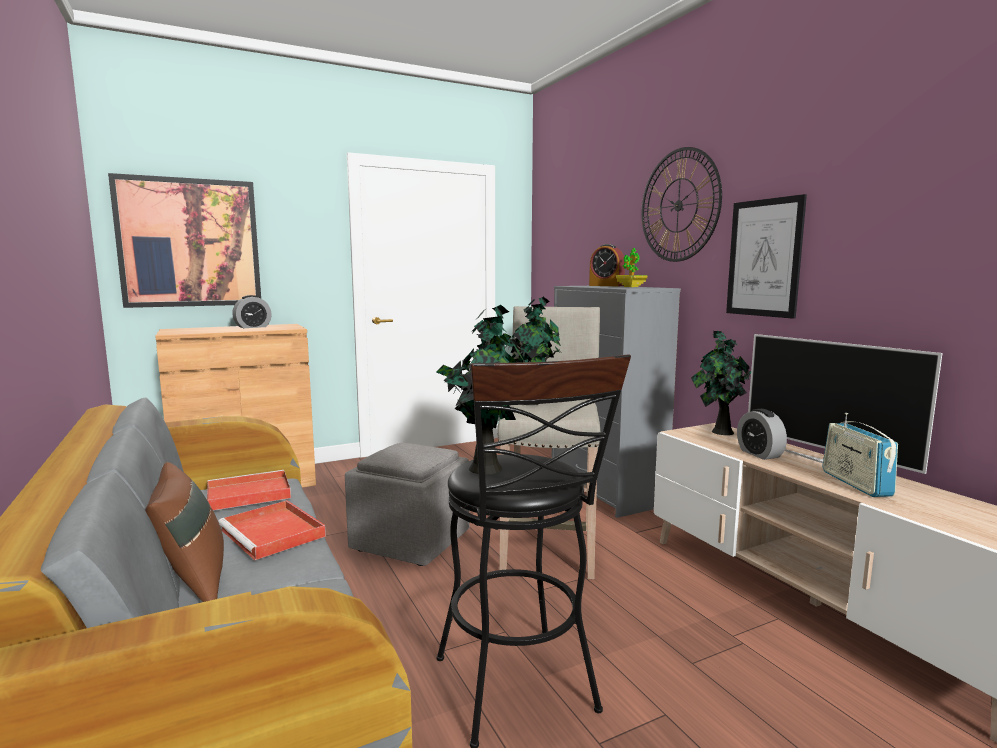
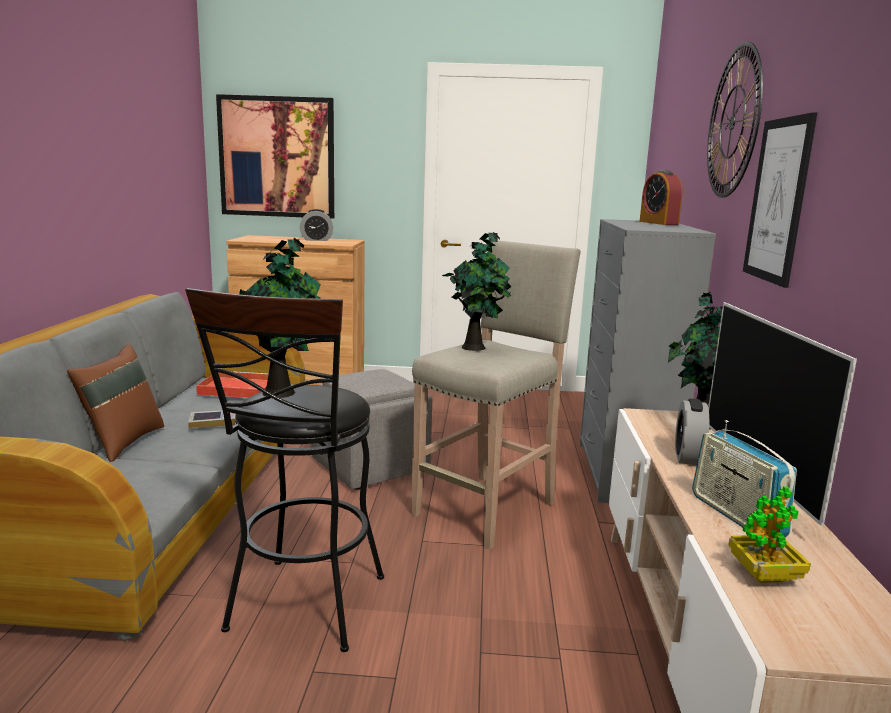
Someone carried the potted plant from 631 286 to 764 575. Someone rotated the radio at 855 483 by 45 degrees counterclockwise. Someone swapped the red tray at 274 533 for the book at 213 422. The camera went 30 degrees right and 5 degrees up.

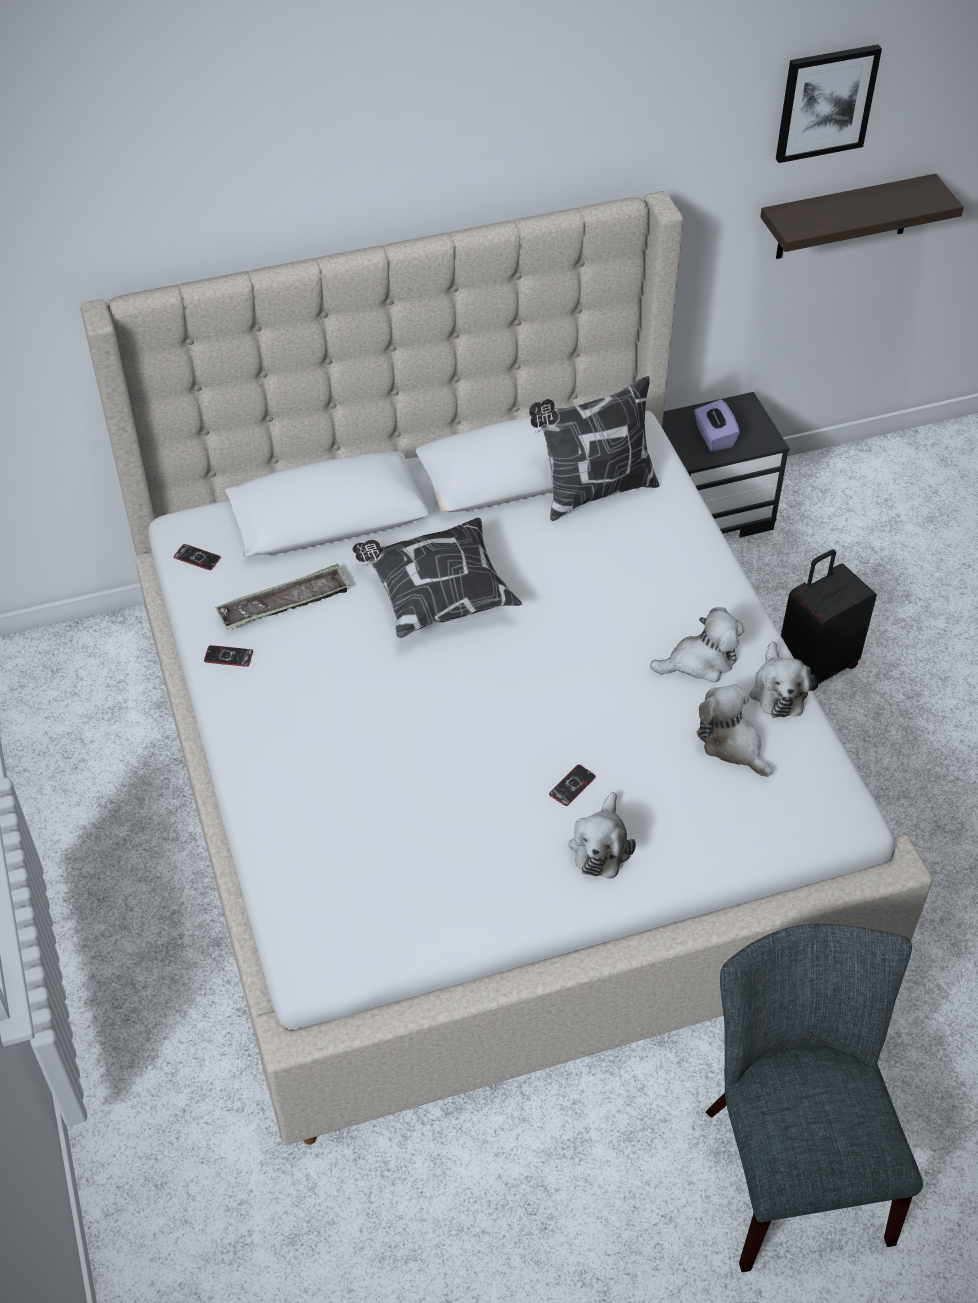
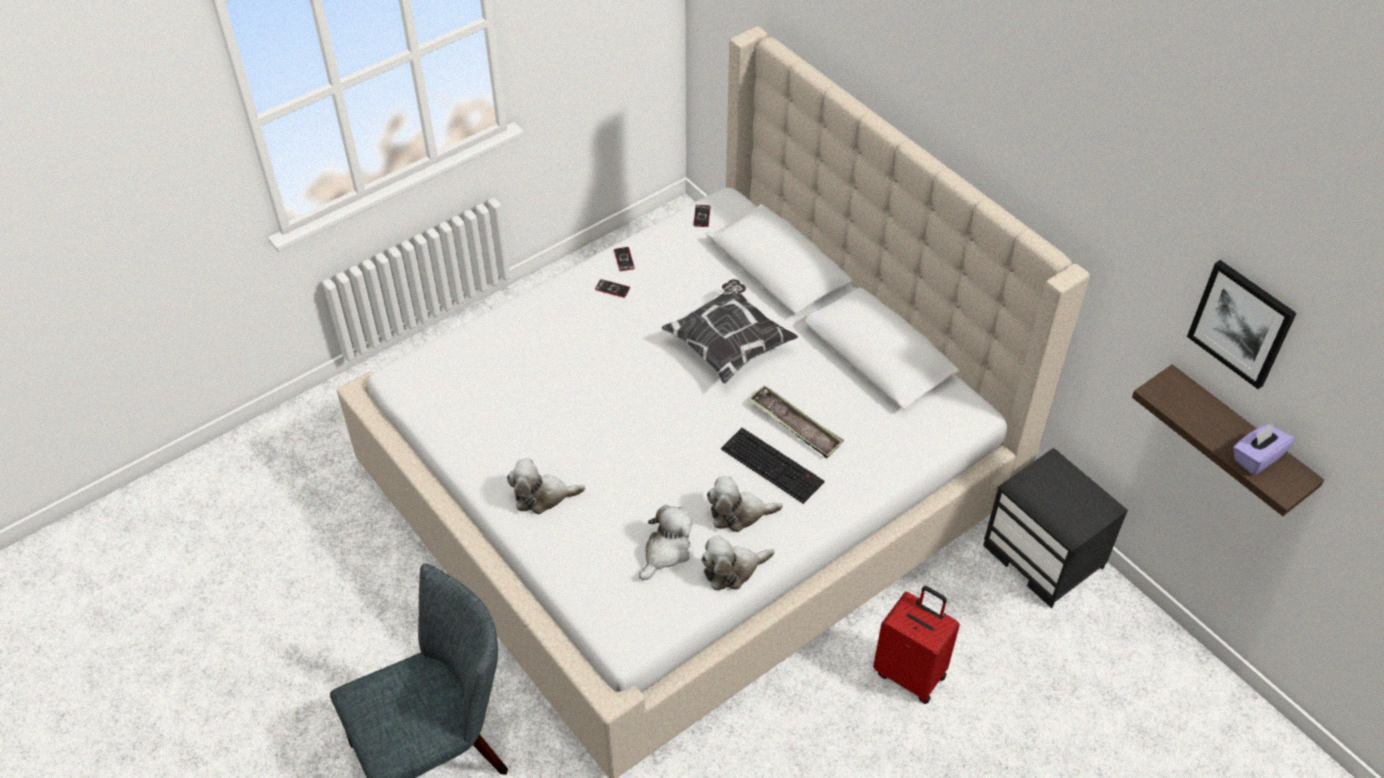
Someone took away the pillow at 593 491. Someone carried the purple tissue box from 714 437 to 1256 458. Someone repainted the black suitcase at 815 665, which became the red suitcase at 911 673. Someone carried the tray from 284 604 to 795 425. Someone rotated the plush toy at 700 661 by 120 degrees clockwise. Someone carried the phone from 572 786 to 612 289. Someone put down the keyboard at 774 465. The camera went 70 degrees right and 0 degrees up.

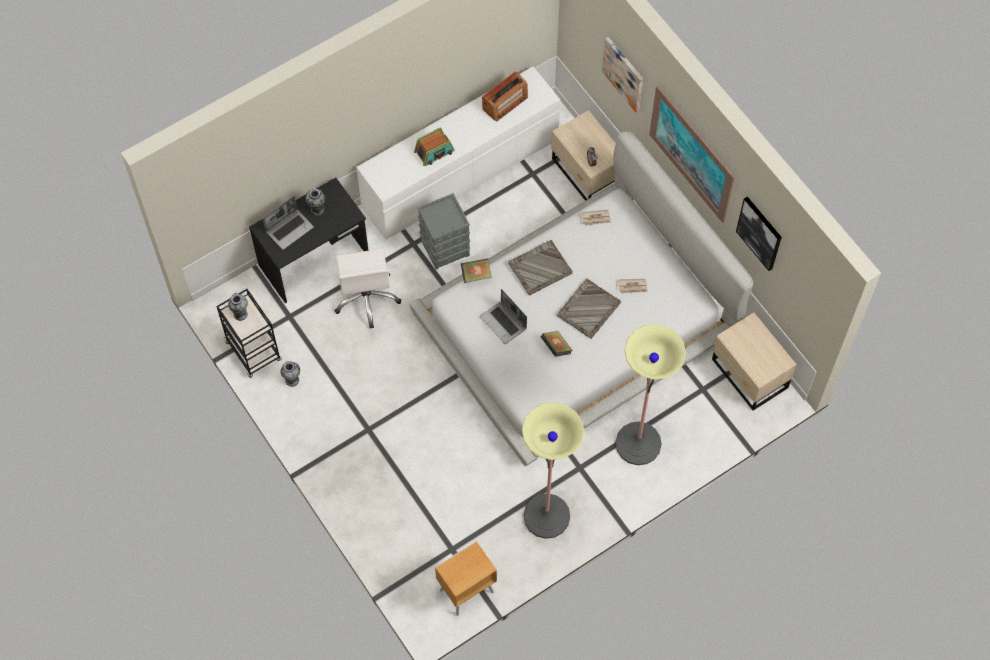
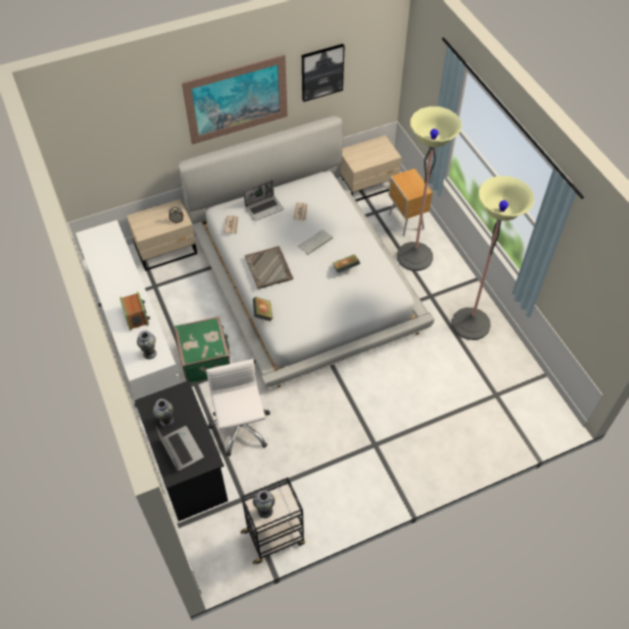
Someone took away the picture at 624 73. Someone took away the radio at 505 103. Someone swapped the grey storage box at 445 247 for the green suitcase at 206 359. Someone rotated the white office chair at 367 298 by 105 degrees counterclockwise. Someone swapped the grey tray at 588 309 for the keyboard at 315 242. Someone carried the laptop from 504 323 to 264 208. Someone carried the vase from 292 380 to 149 353. Someone carried the brown nightstand from 465 591 to 406 222. The camera went 80 degrees left and 10 degrees down.

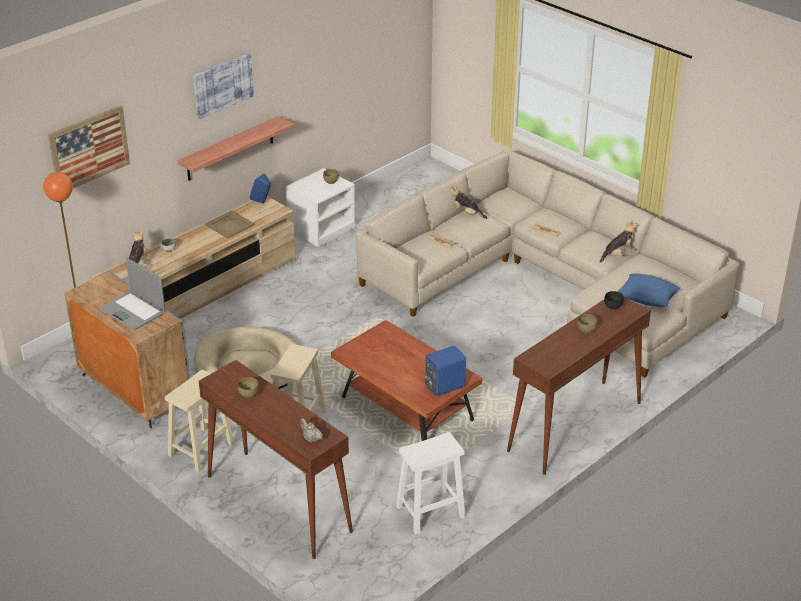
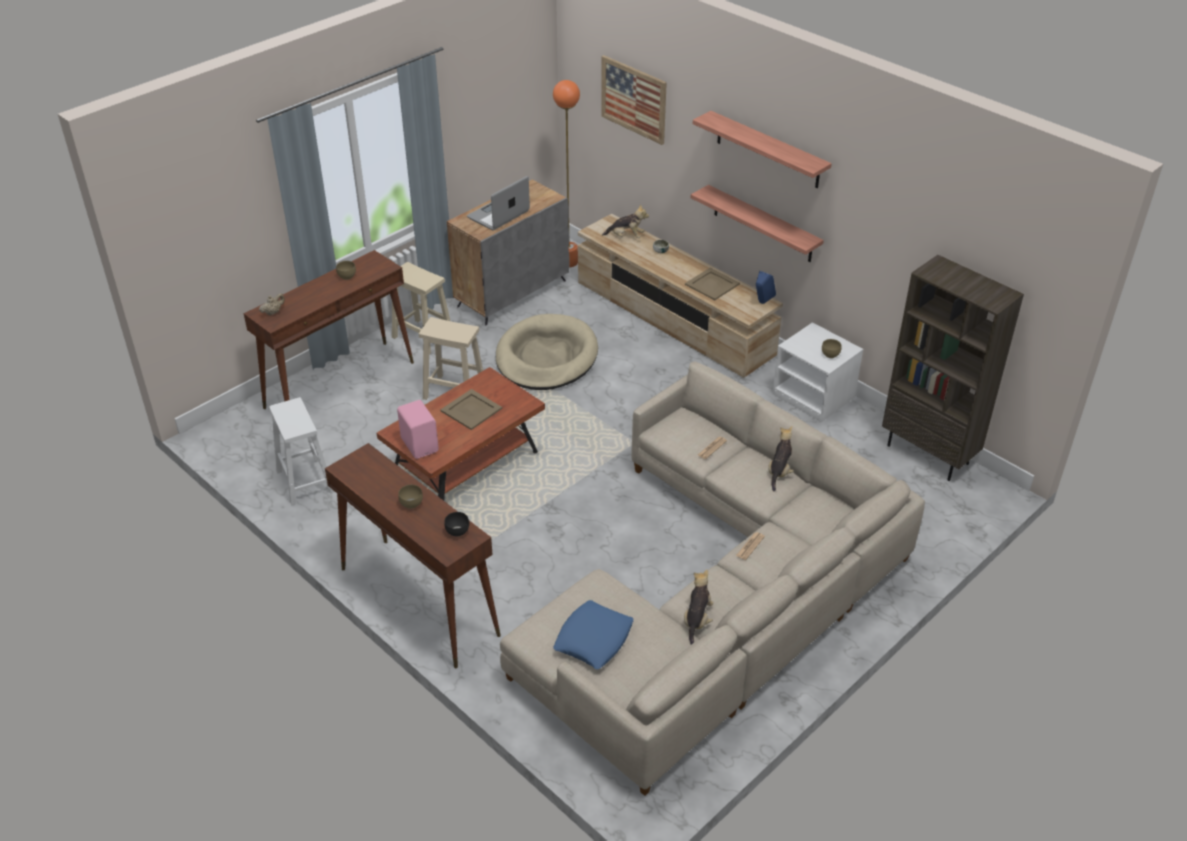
Someone swapped the picture at 223 85 for the shelf at 768 150. Someone rotated the plush toy at 618 255 by 135 degrees counterclockwise. Someone repainted the blue speaker at 443 385, which became the pink speaker at 420 444. Someone put down the brown bookcase at 928 454. Someone put down the beige tray at 472 410. The camera went 90 degrees right and 5 degrees up.

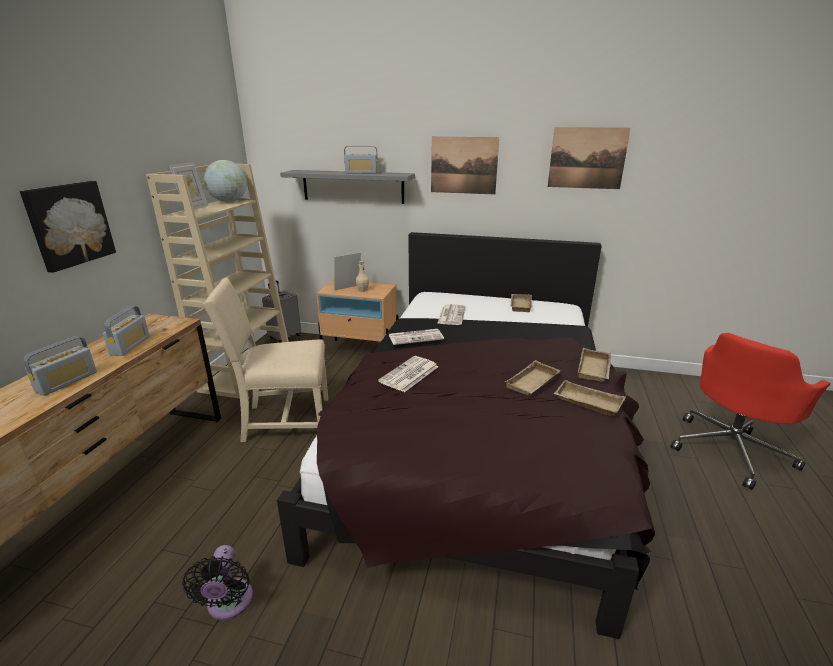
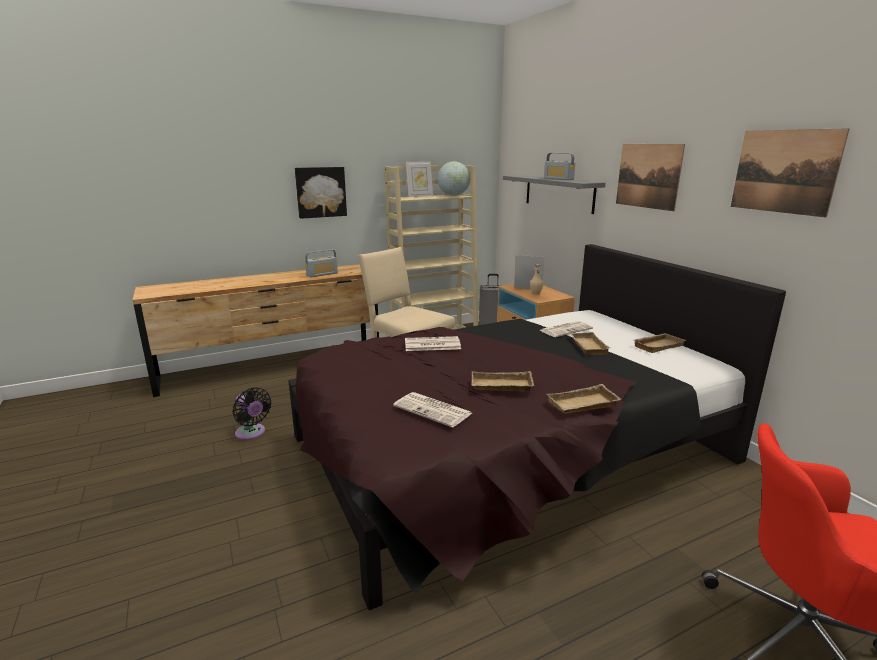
Someone carried the newspaper from 416 337 to 434 410. Someone took away the radio at 67 382. Someone carried the beige tray from 586 402 to 586 346. Someone rotated the black fan at 229 604 by 90 degrees counterclockwise. The camera went 50 degrees right and 5 degrees down.

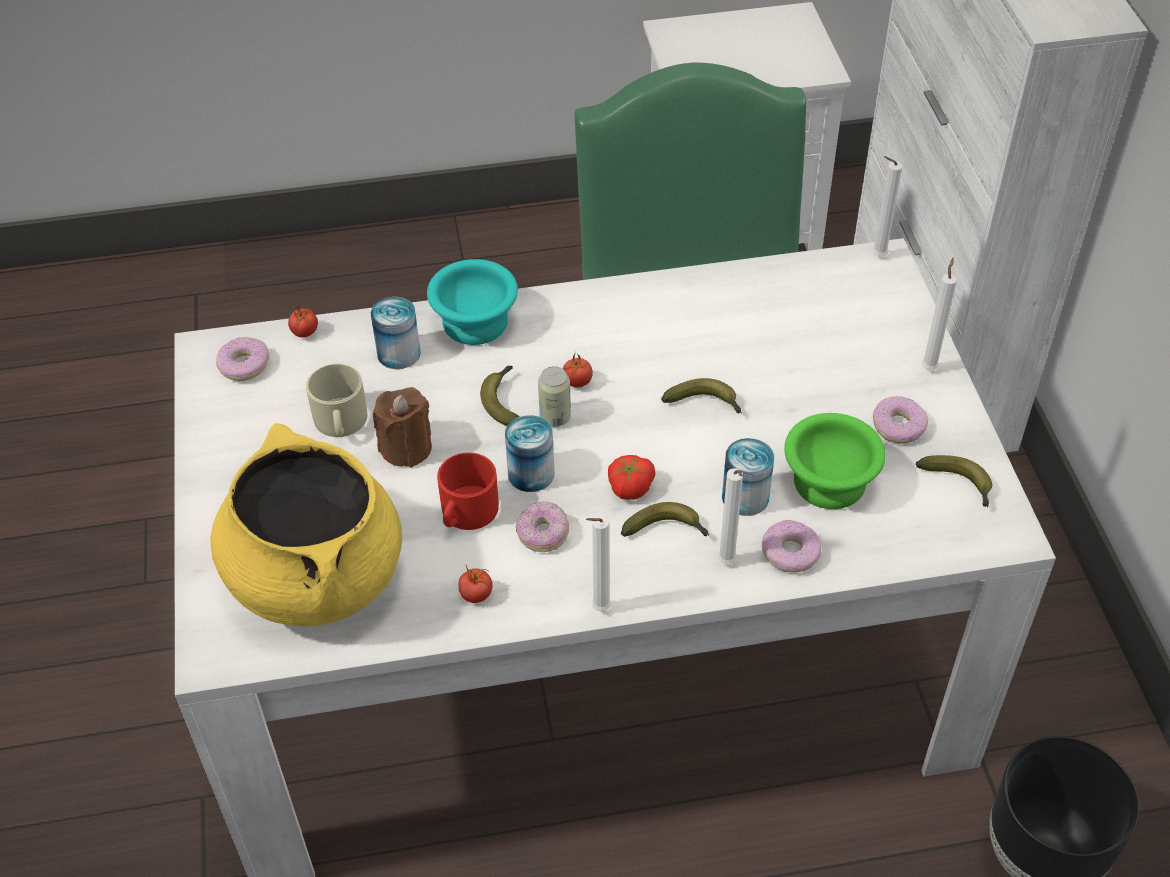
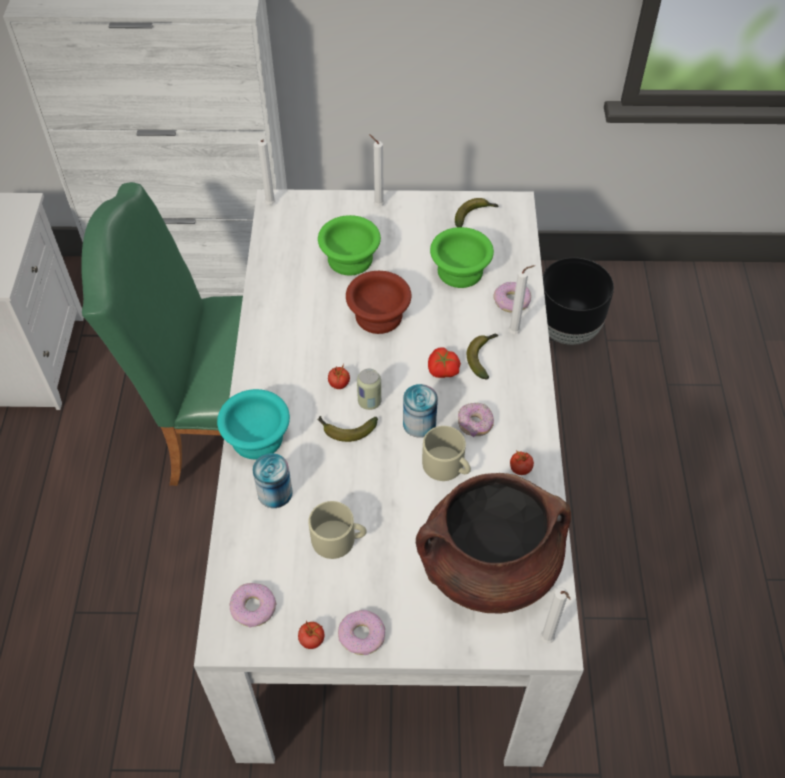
Someone carried the tomato from 305 333 to 312 640. Someone swapped the banana at 705 404 for the brown bowl at 379 318. Someone took away the brown candle at 406 448. Someone carried the donut from 898 426 to 361 635. Someone repainted the yellow cooking pot at 315 576, which became the brown cooking pot at 488 567. Someone took away the can at 745 497. Someone repainted the red mug at 466 513, which became the beige mug at 447 466. Someone carried the white candle from 598 609 to 547 641. Someone put down the green bowl at 349 258. The camera went 80 degrees left and 5 degrees up.

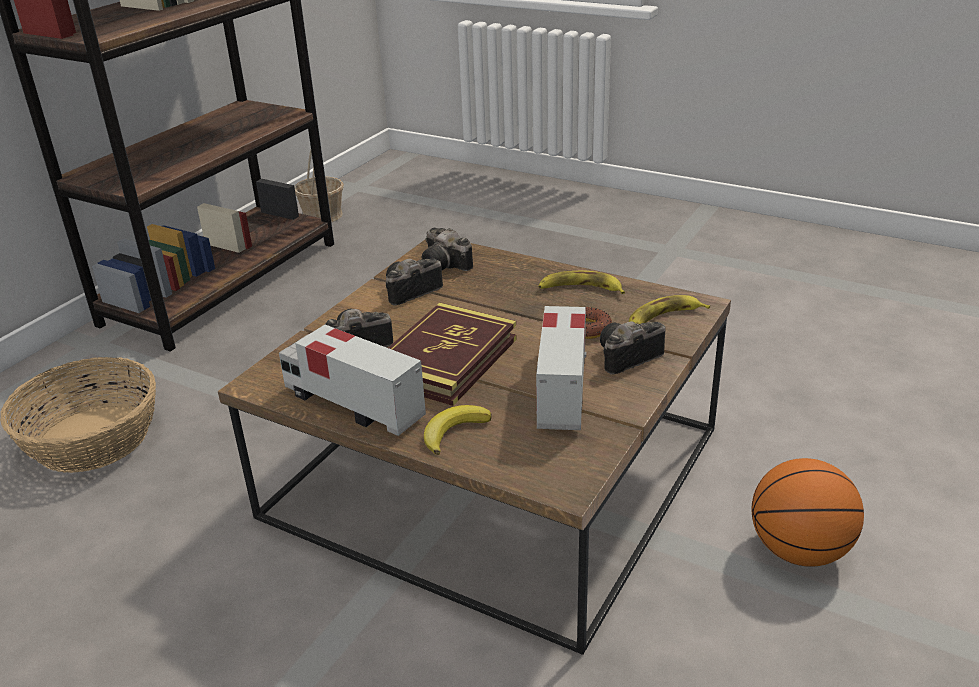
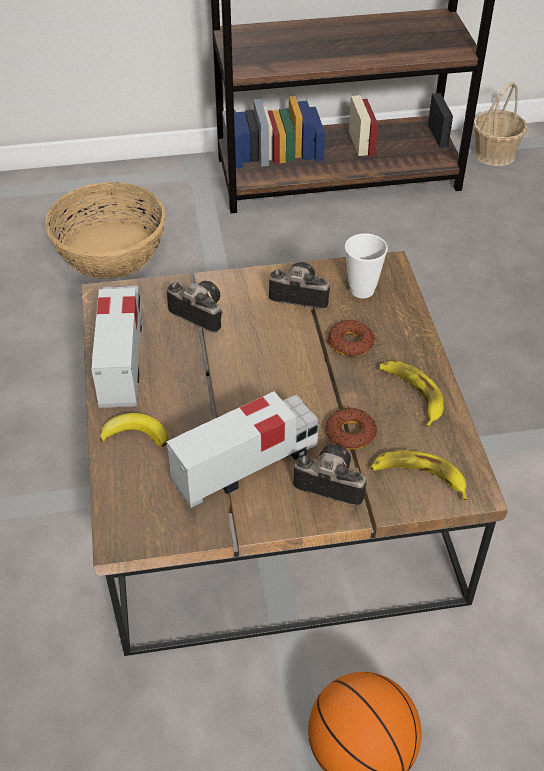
Someone swapped the photo camera at 446 265 for the cup at 362 290. Someone took away the book at 446 360. Someone put down the donut at 350 343. The camera went 50 degrees right and 15 degrees up.

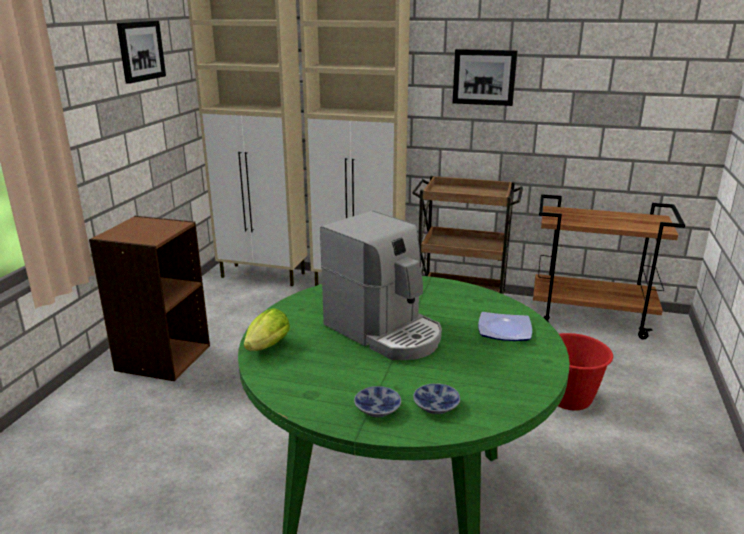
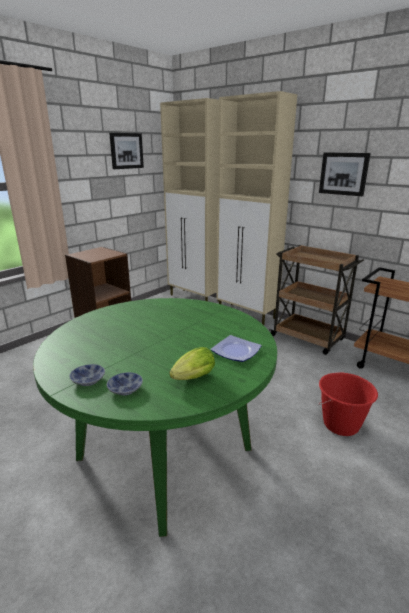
Someone took away the coffee machine at 385 332. Someone carried the lettuce from 265 348 to 191 379. The camera went 25 degrees right and 0 degrees up.

